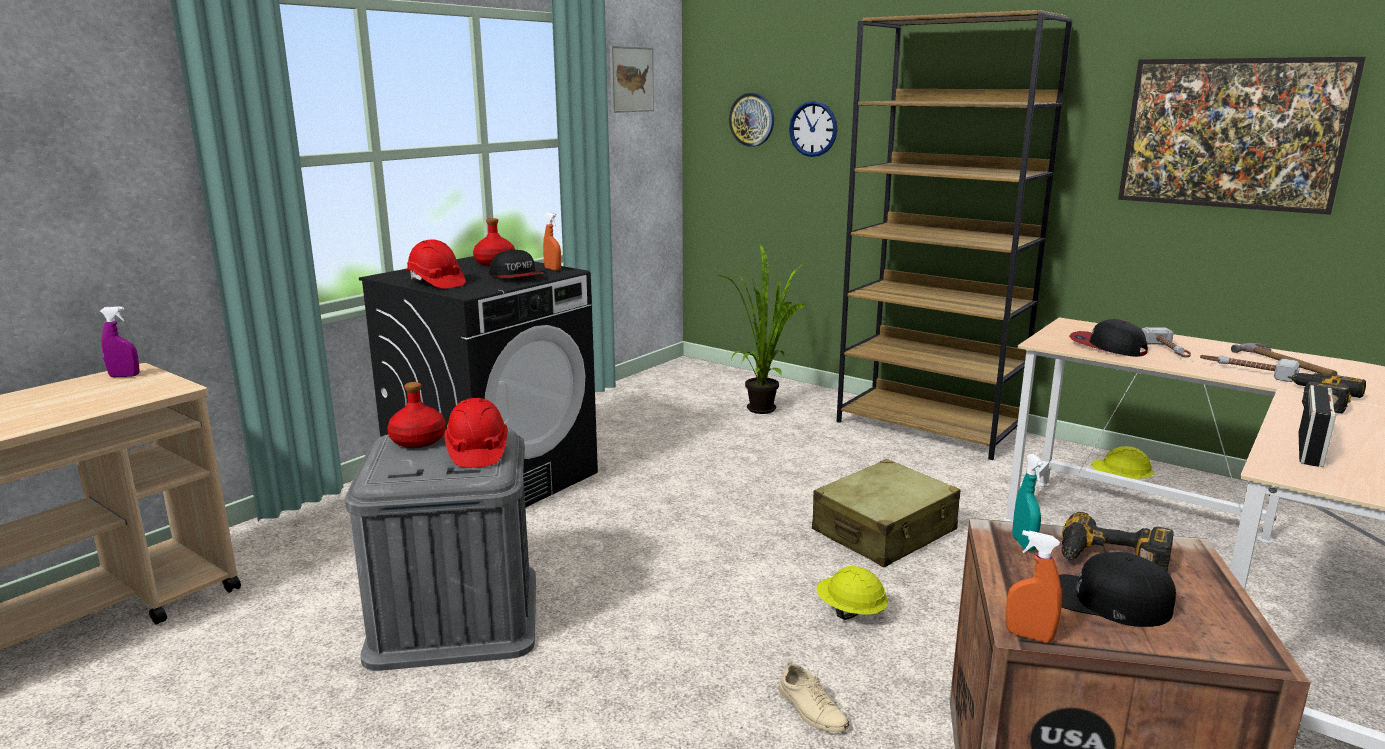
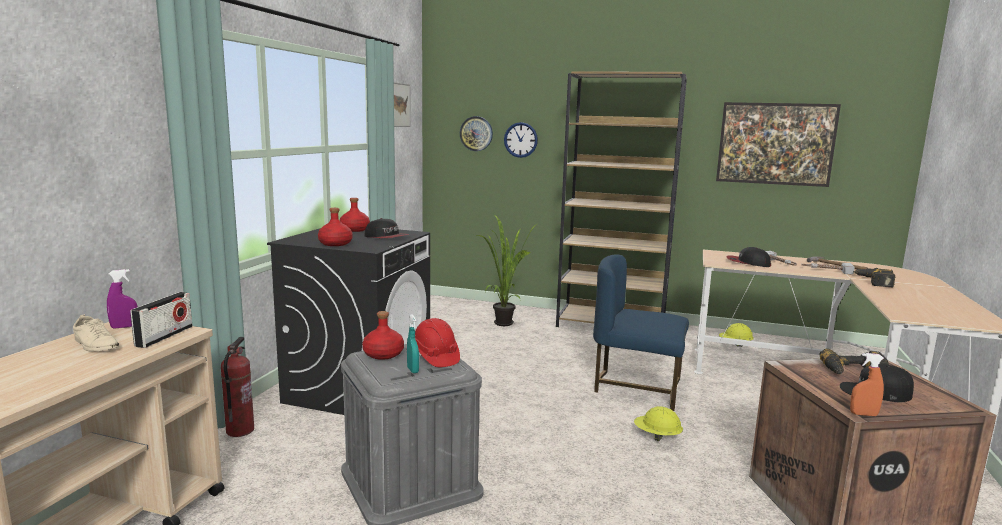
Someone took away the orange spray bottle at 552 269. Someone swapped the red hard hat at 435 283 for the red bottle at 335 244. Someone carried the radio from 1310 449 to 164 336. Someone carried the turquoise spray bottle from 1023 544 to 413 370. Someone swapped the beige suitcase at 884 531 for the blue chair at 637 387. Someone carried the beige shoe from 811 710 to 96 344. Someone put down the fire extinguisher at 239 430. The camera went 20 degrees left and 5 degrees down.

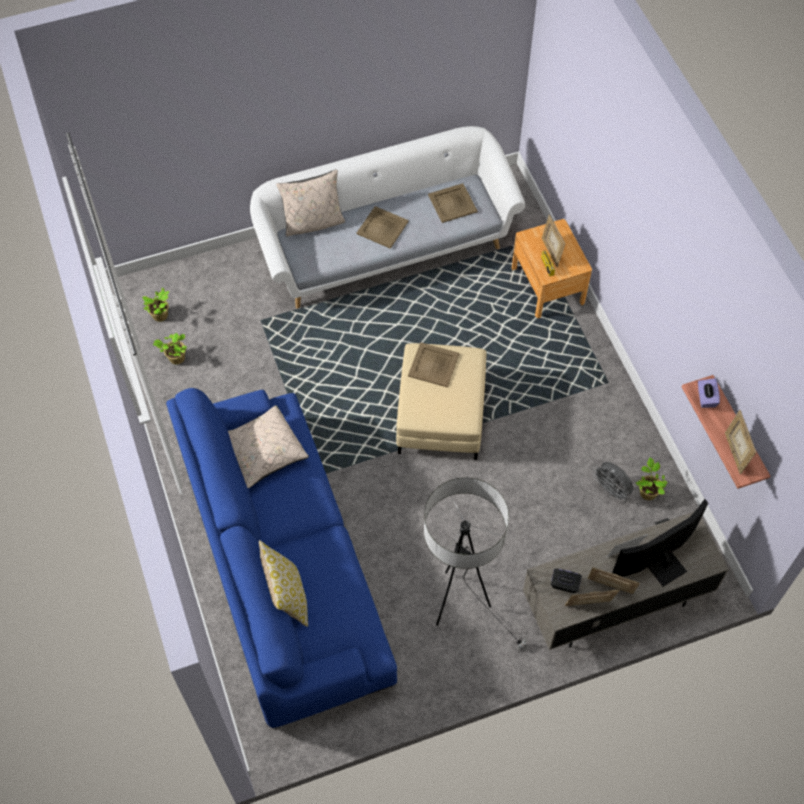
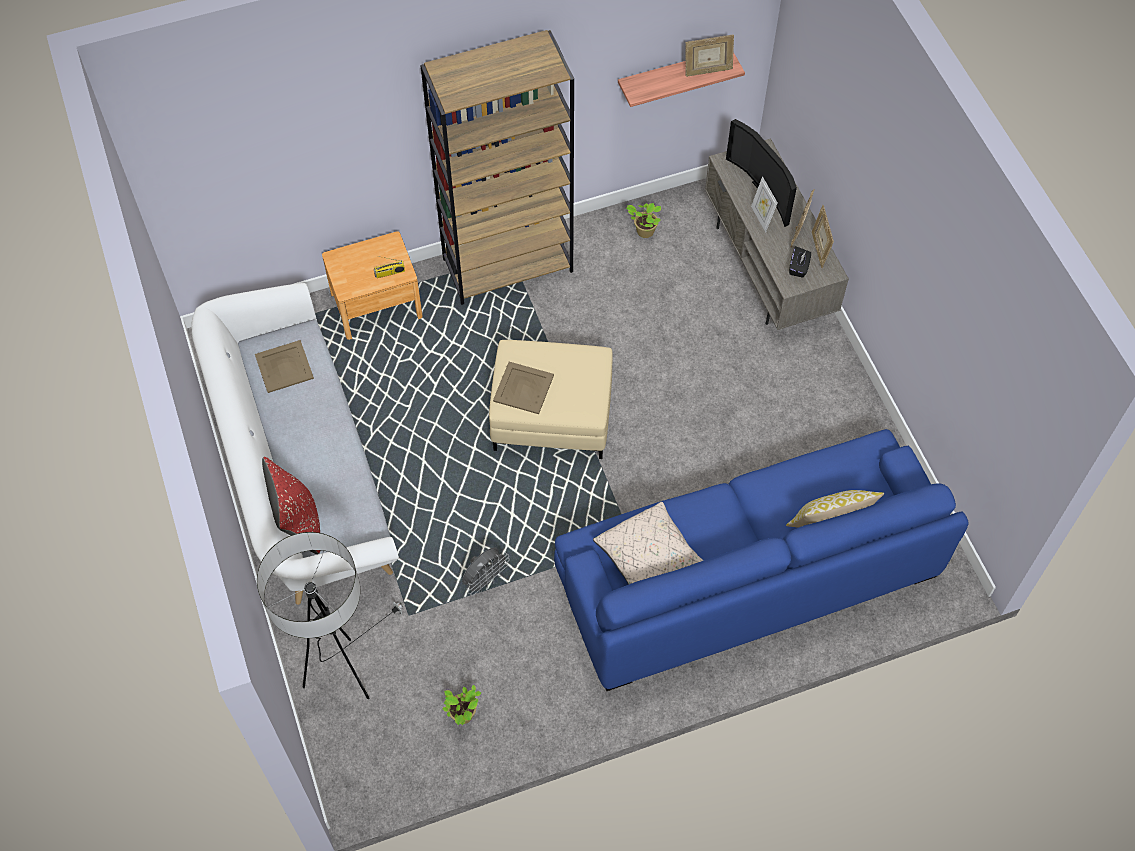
Someone repainted the beige pillow at 313 223, which became the red pillow at 299 523. Someone took away the beige tray at 382 227. Someone took away the picture frame at 551 252. Someone took away the potted plant at 161 316. Someone took away the purple tissue box at 706 398. Someone carried the grey fan from 611 490 to 485 580. Someone carried the floor lamp from 460 605 to 344 673. Someone put down the brown bookcase at 508 264. The camera went 90 degrees left and 0 degrees up.

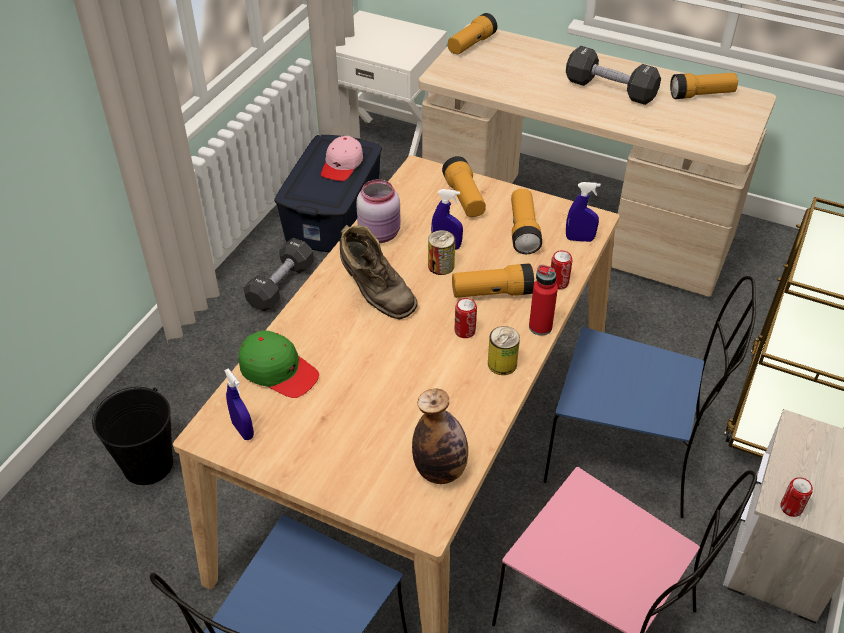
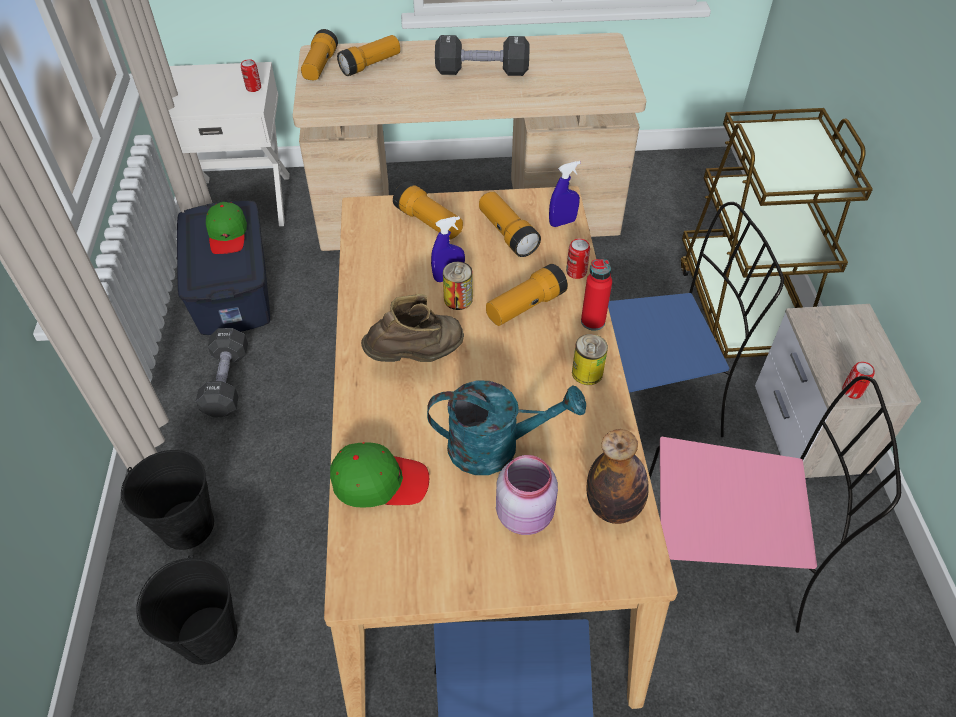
Someone carried the flashlight from 701 95 to 370 65. Someone repainted the pink cap at 342 165, which became the green cap at 228 234. Someone carried the pink jar from 380 234 to 526 514. Someone rotated the brown boot at 375 295 by 45 degrees counterclockwise. Someone carried the can from 465 331 to 253 88. Someone took away the blue spray bottle at 243 430. Someone put down the turquoise watering can at 496 447. Someone put down the black bucket at 187 525. The camera went 30 degrees left and 5 degrees up.

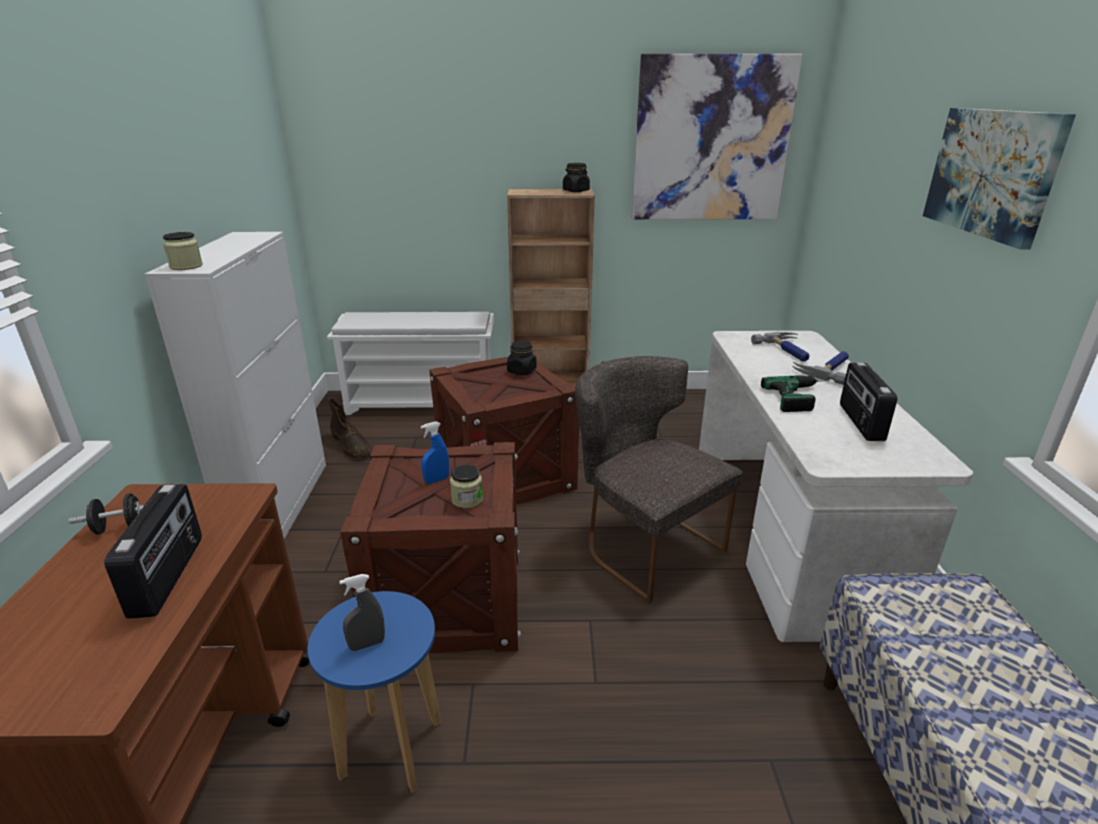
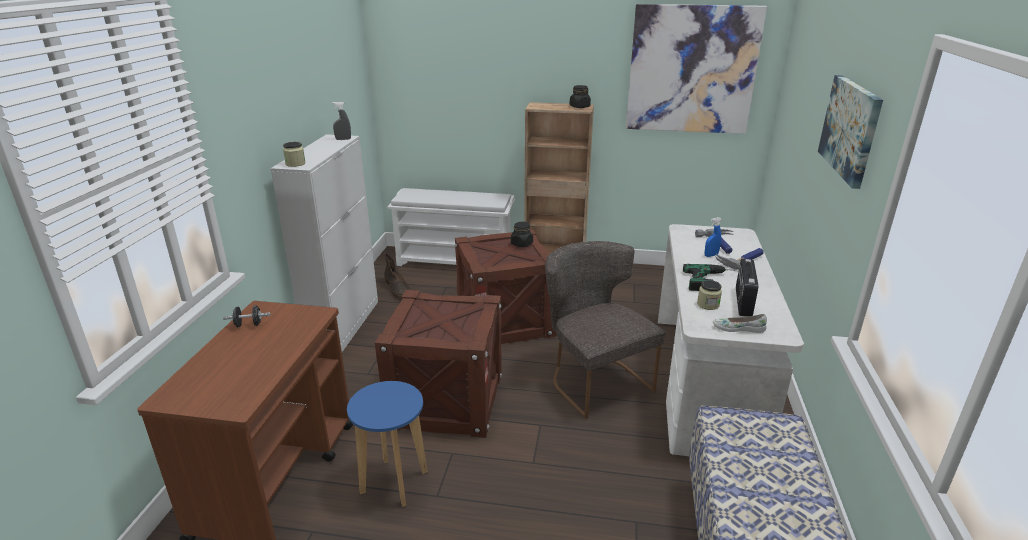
Someone carried the blue spray bottle from 436 480 to 711 255. Someone carried the jar from 467 500 to 708 304. Someone took away the radio at 169 575. Someone carried the grey spray bottle from 367 644 to 343 139. Someone put down the white shoe at 738 328. The camera went 10 degrees right and 0 degrees up.

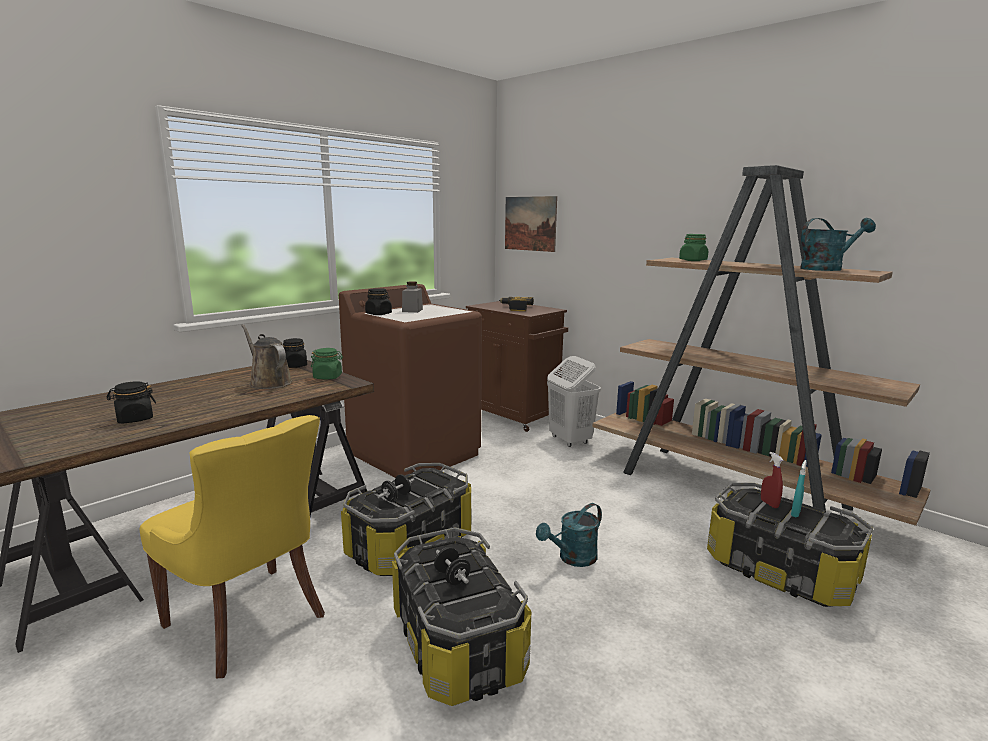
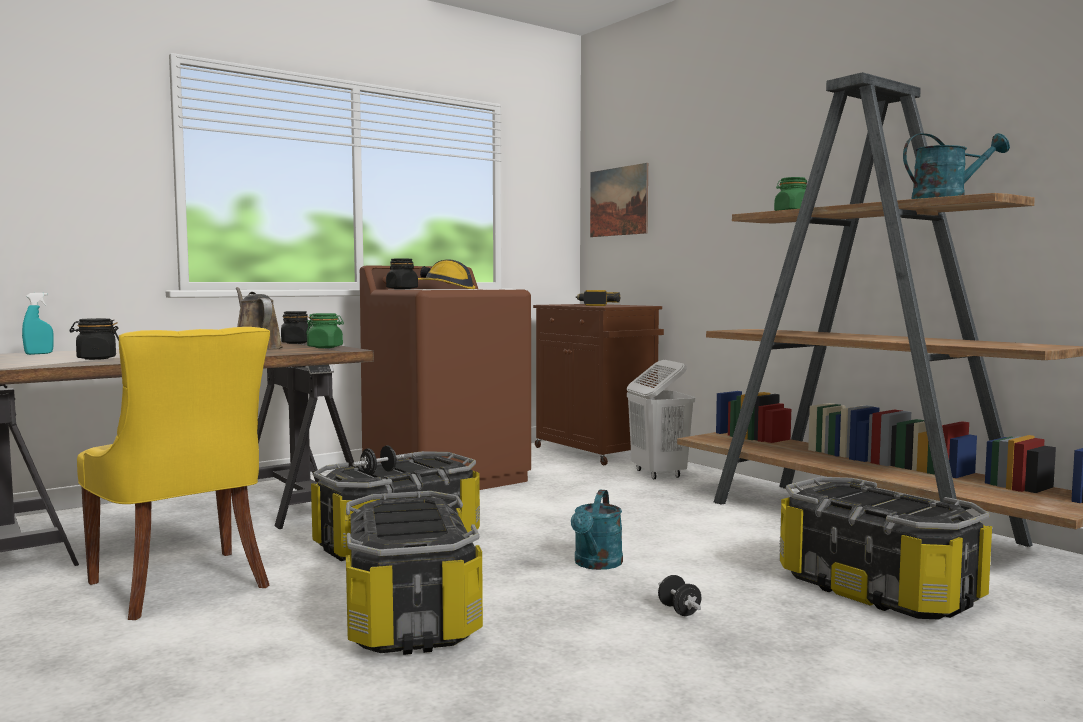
Someone swapped the grey jar at 412 310 for the hard hat at 446 289. Someone took away the red spray bottle at 769 504. Someone carried the turquoise spray bottle from 795 513 to 39 354. Someone rotated the turquoise watering can at 572 558 by 45 degrees counterclockwise. Someone carried the black dumbbell from 452 577 to 679 610. The camera went 10 degrees right and 10 degrees down.

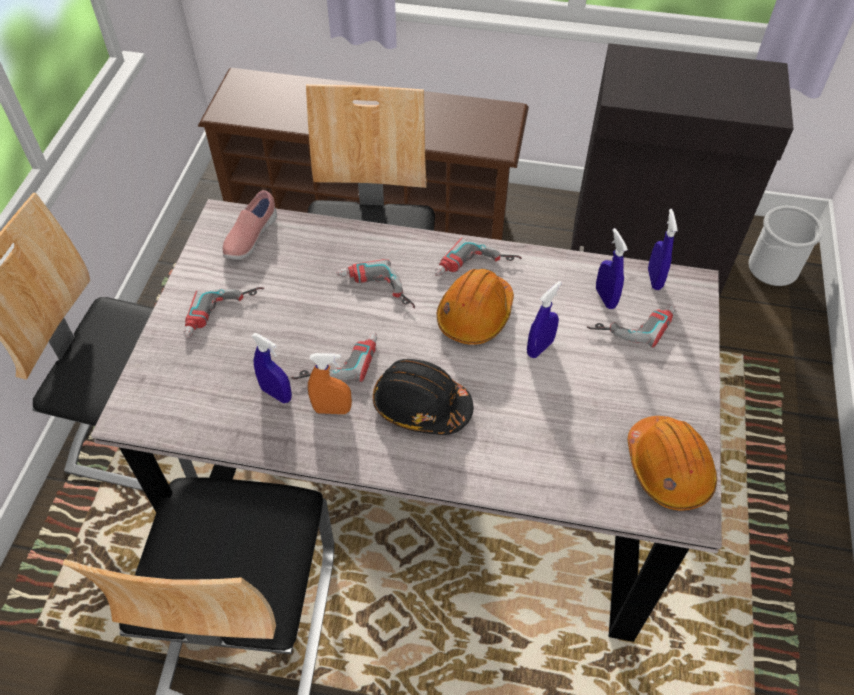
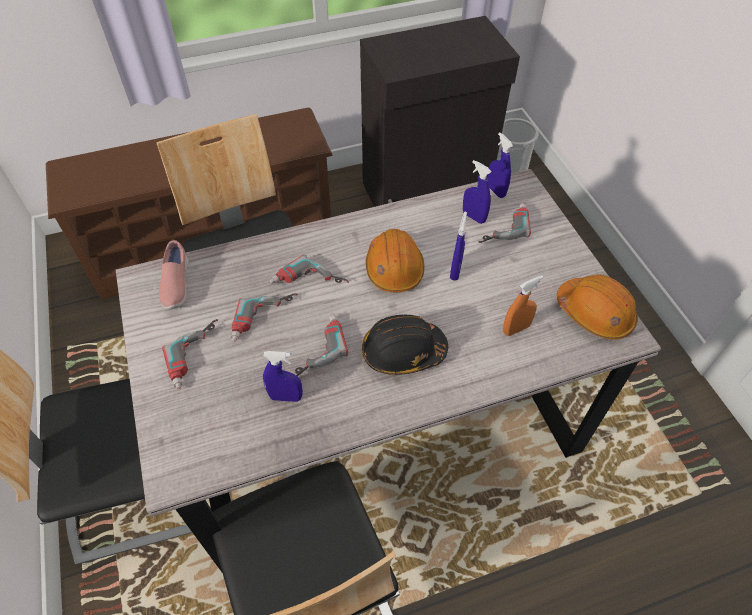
Someone carried the power drill from 476 269 to 265 320. Someone carried the orange spray bottle from 332 409 to 516 329. The camera went 30 degrees left and 0 degrees up.

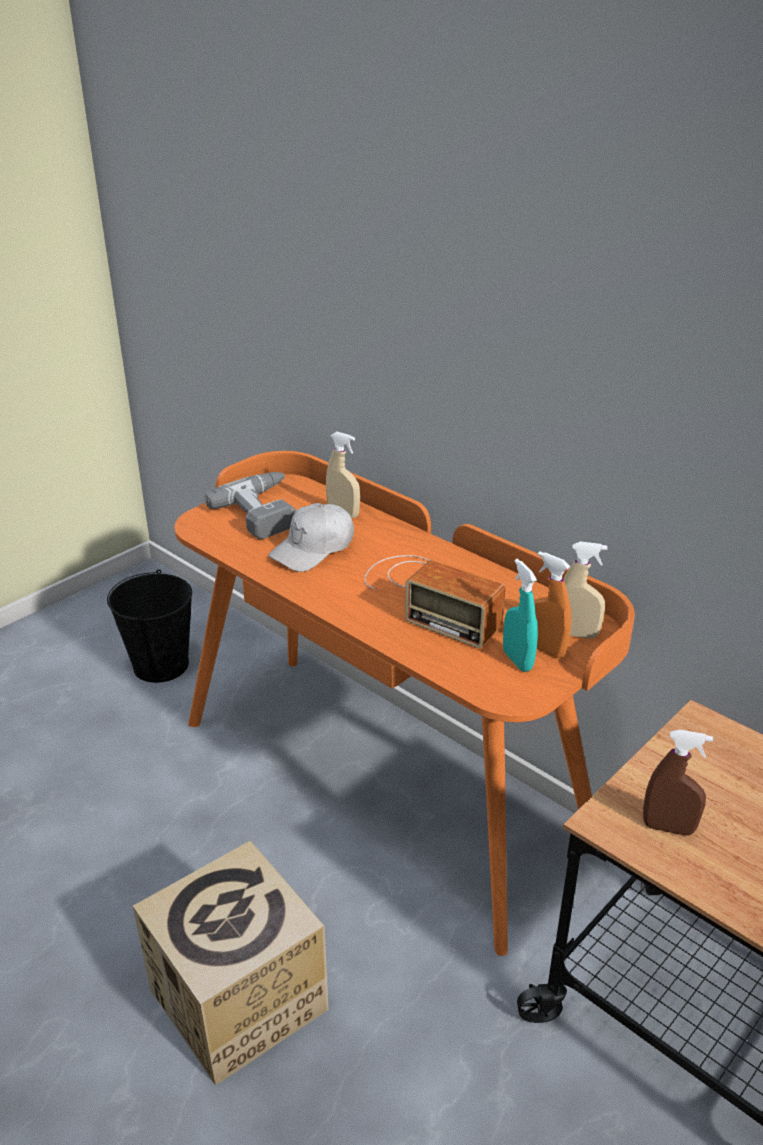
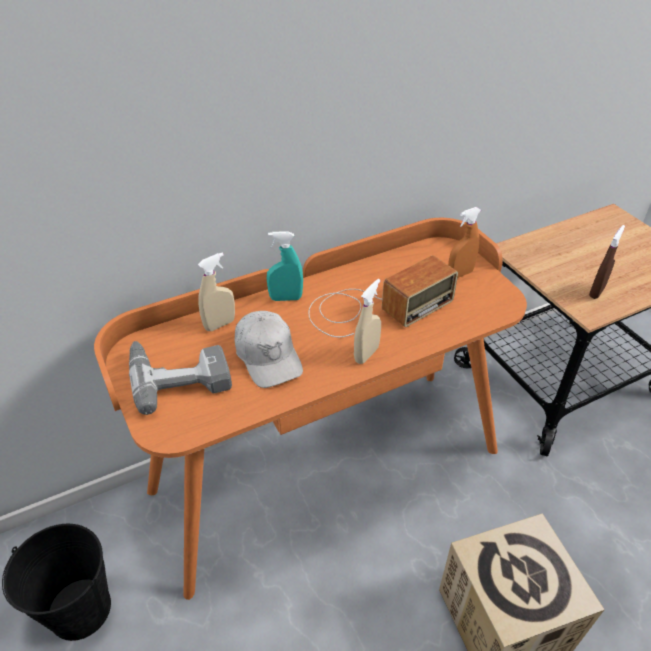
Someone carried the beige spray bottle from 576 634 to 366 354. Someone carried the turquoise spray bottle from 517 660 to 286 298. The camera went 70 degrees left and 10 degrees up.

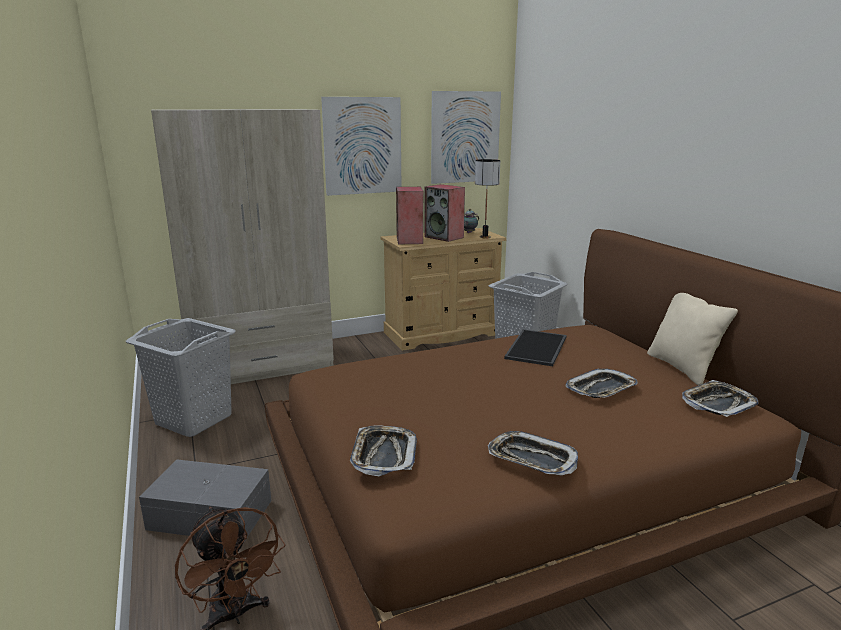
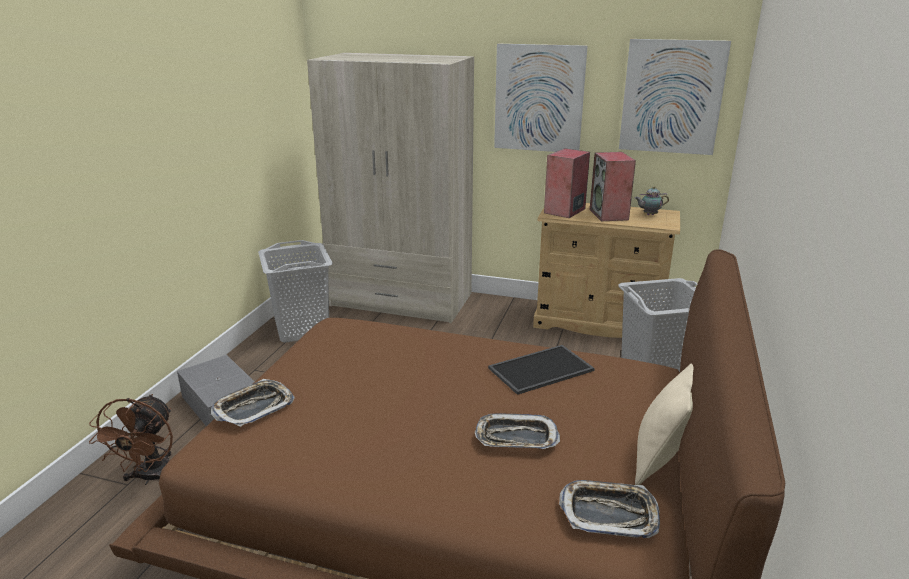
Someone took away the table lamp at 484 237. Someone took away the tray at 531 459. The camera went 40 degrees right and 5 degrees up.

